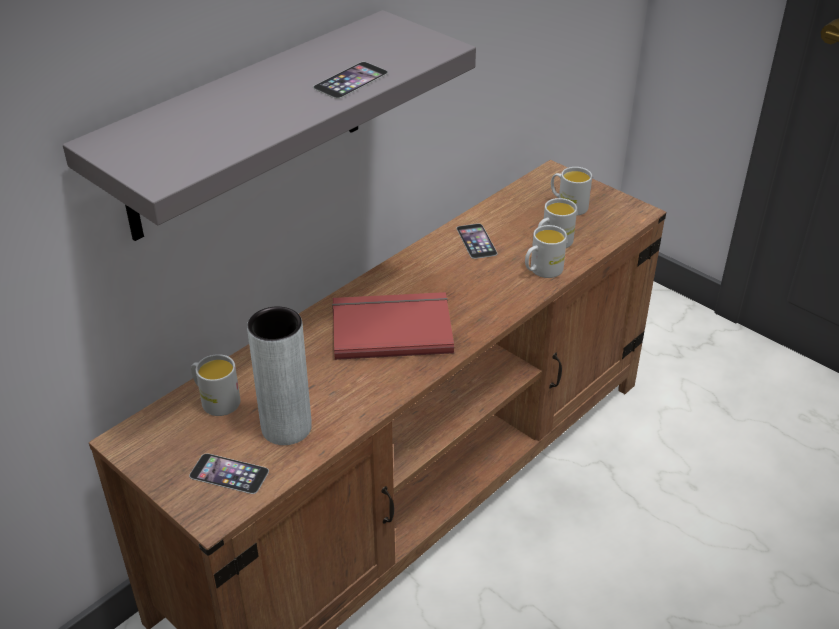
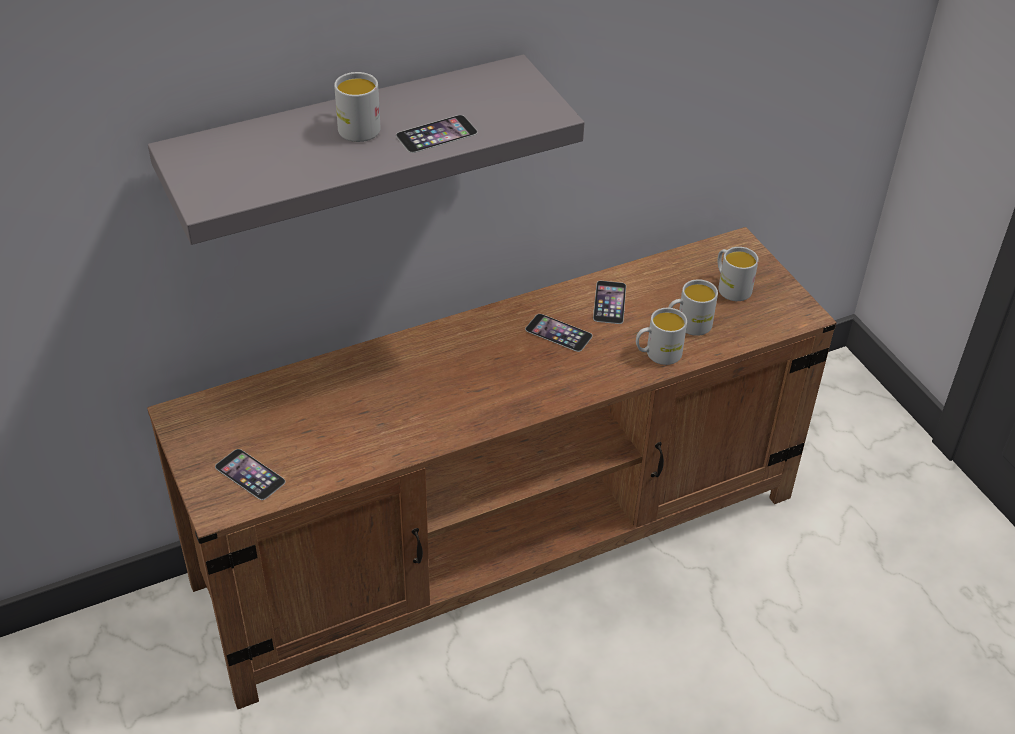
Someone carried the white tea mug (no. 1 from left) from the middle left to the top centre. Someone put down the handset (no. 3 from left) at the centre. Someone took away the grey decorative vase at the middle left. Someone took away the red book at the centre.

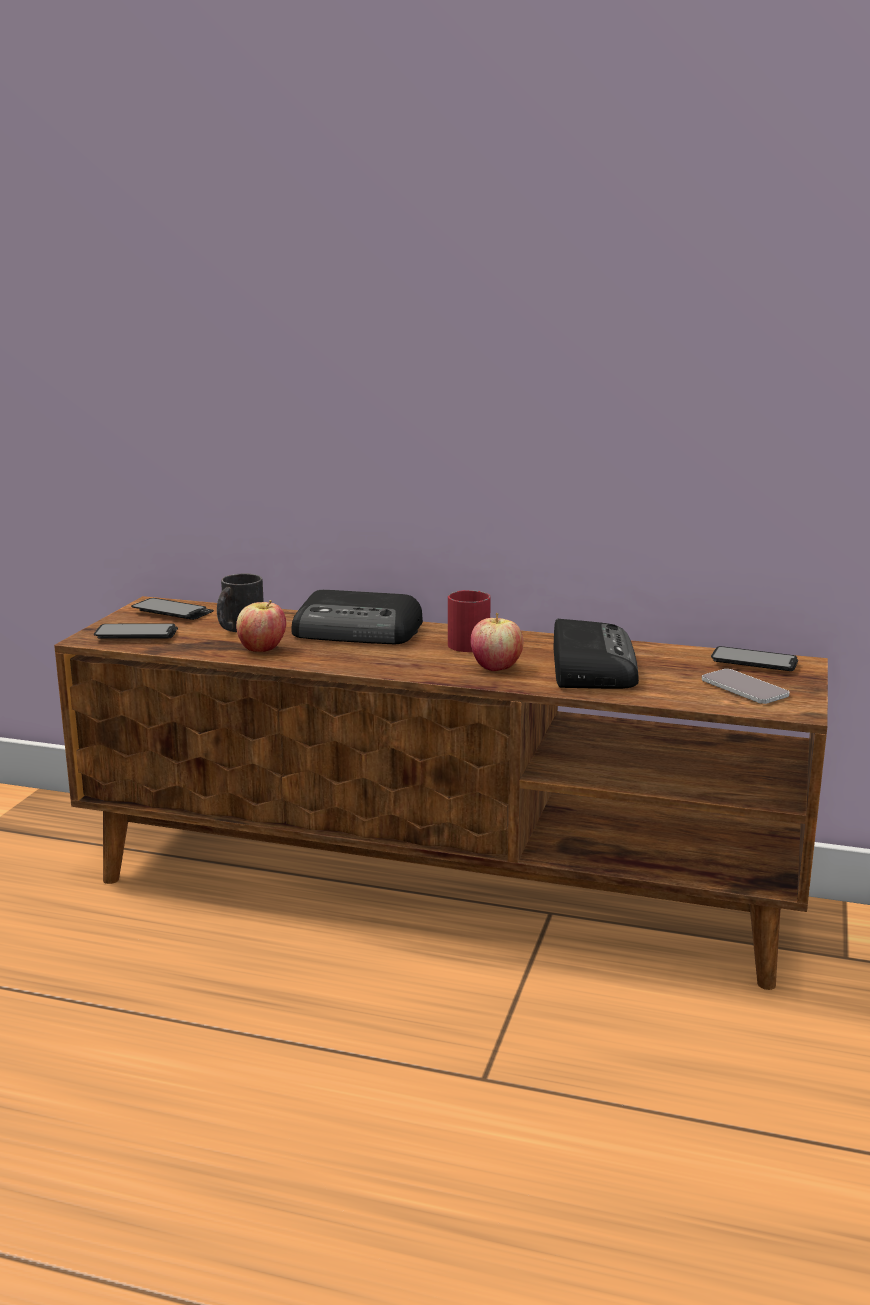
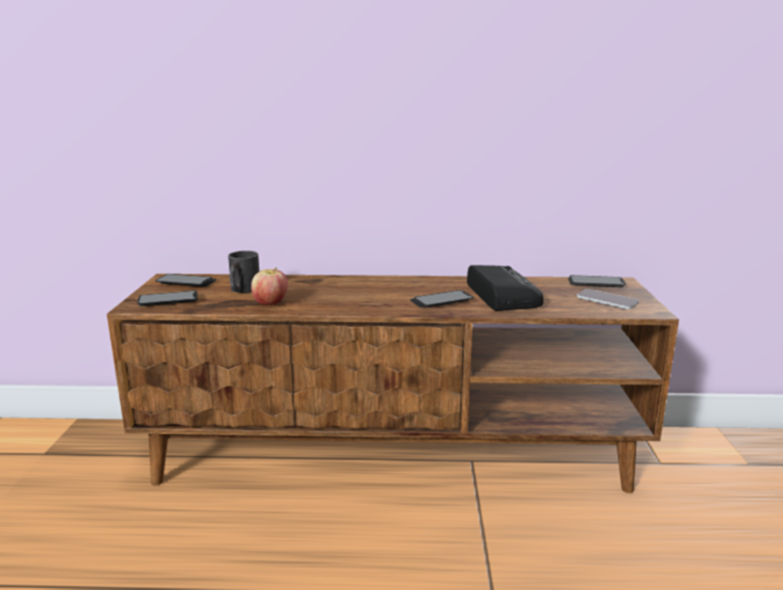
Someone swapped the apple fruit (no. 2 from left) at the centre for the handset (no. 3 from left) at the centre. Someone took away the radio (no. 1 from left) at the centre. Someone took away the red tea mug at the centre.

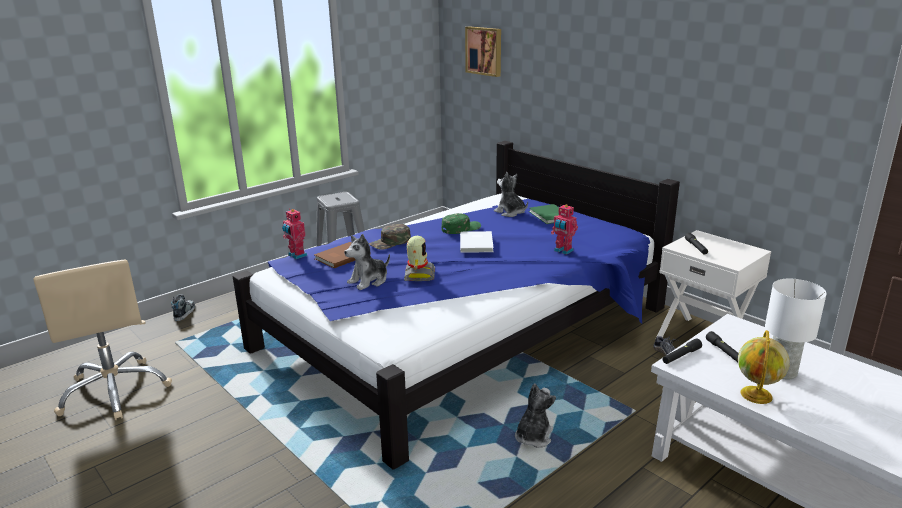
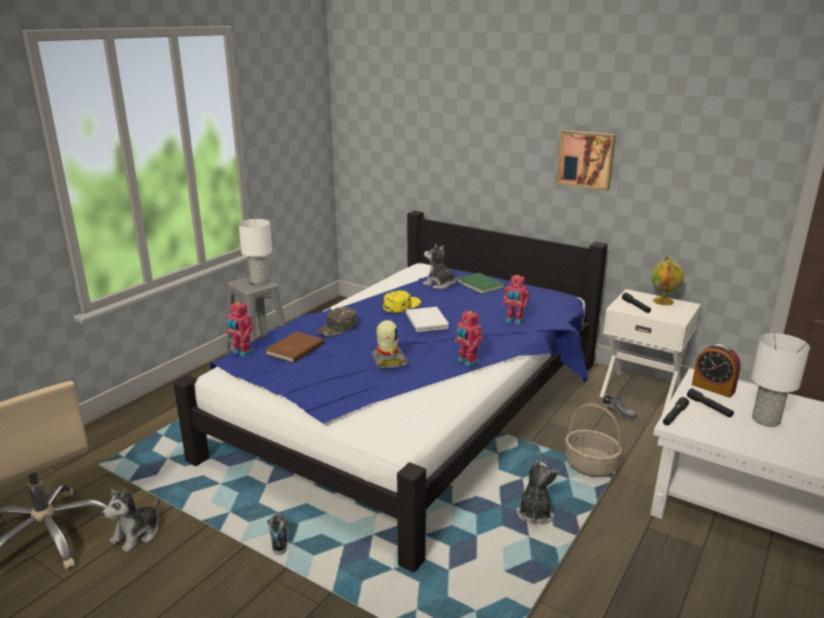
Someone carried the soft toy (no. 1 from left) from the centre to the bottom left. Someone put down the white tabletop lamp (no. 1 from left) at the middle left. Someone carried the low shoe (no. 1 from left) from the middle left to the bottom centre. Someone repainted the greenish baseball cap (no. 2 from left) at the centre, which became the yellow-coloured baseball cap at the centre. Someone put down the model robot (no. 3 from left) at the centre. Someone carried the wall art from the top centre to the top right. Someone put down the household basket at the bottom right. Someone carried the world globe from the bottom right to the middle right. Someone put down the alarm clock at the middle right.

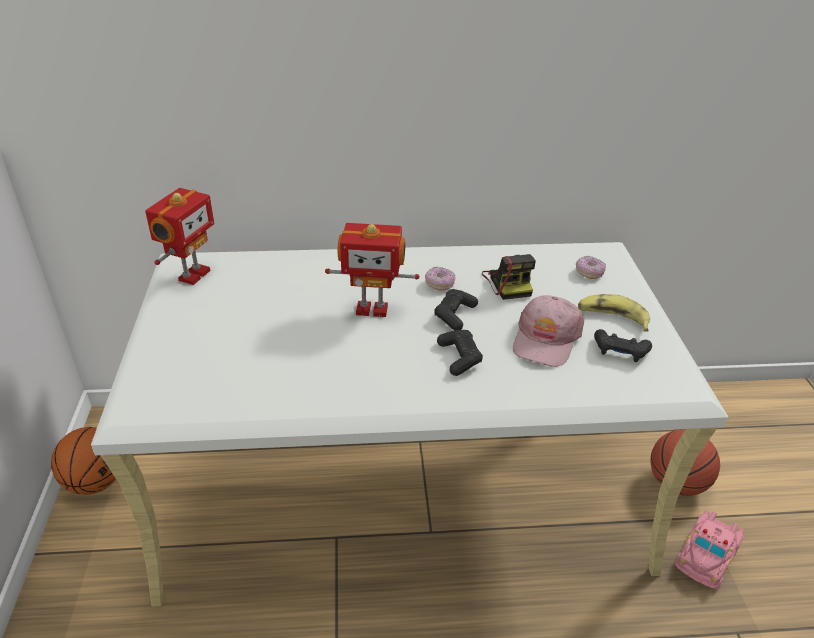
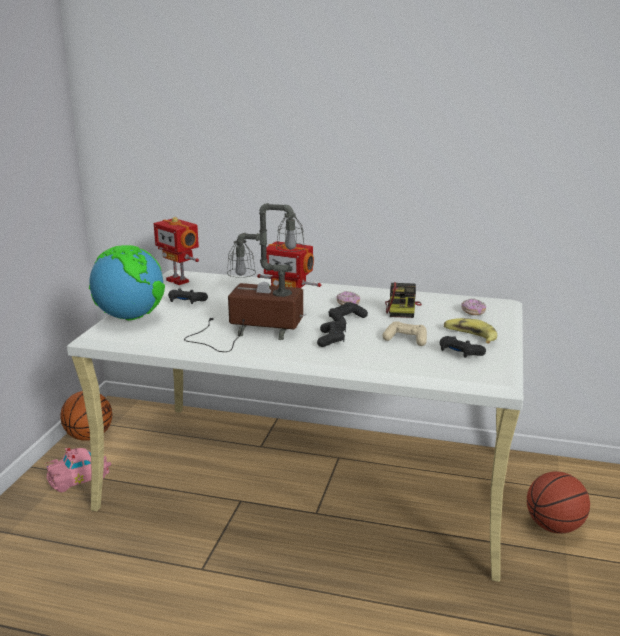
Someone carried the pinkish model car from the bottom right to the bottom left. Someone put down the world globe at the middle left. Someone rotated the model robot (no. 1 from left) at the middle left by 90 degrees clockwise. Someone put down the black game controller (no. 1 from left) at the middle left. Someone put down the tabletop lamp at the centre. Someone swapped the pinkish baseball cap at the middle right for the beige-coloured game controller at the centre.

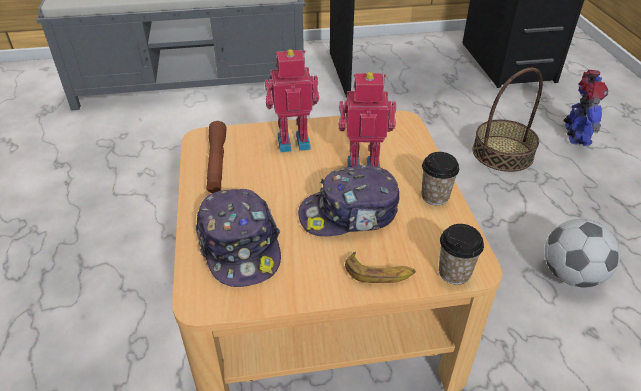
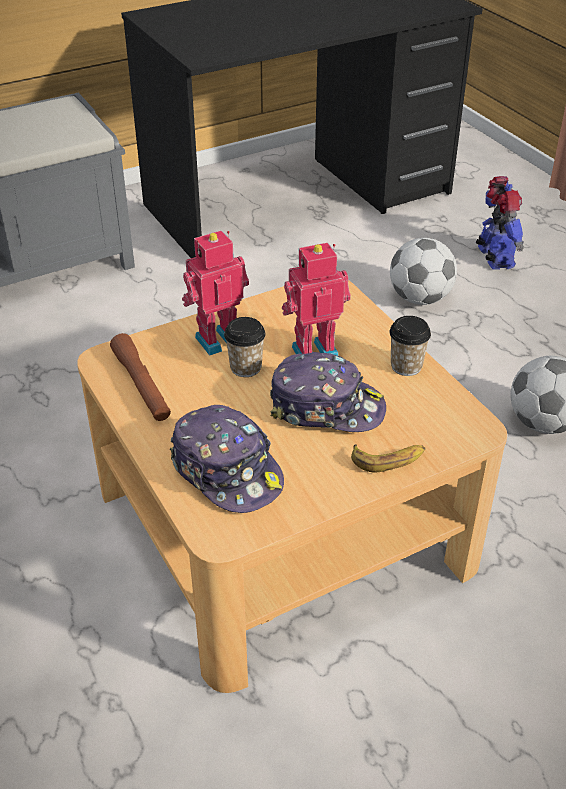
Someone carried the small cup (no. 2 from left in the first image) from the middle right to the centre. Someone rotated the baseball cap (no. 2 from left) at the centre by 135 degrees counterclockwise. Someone swapped the household basket at the top right for the ball for football (no. 1 from left) at the middle right.

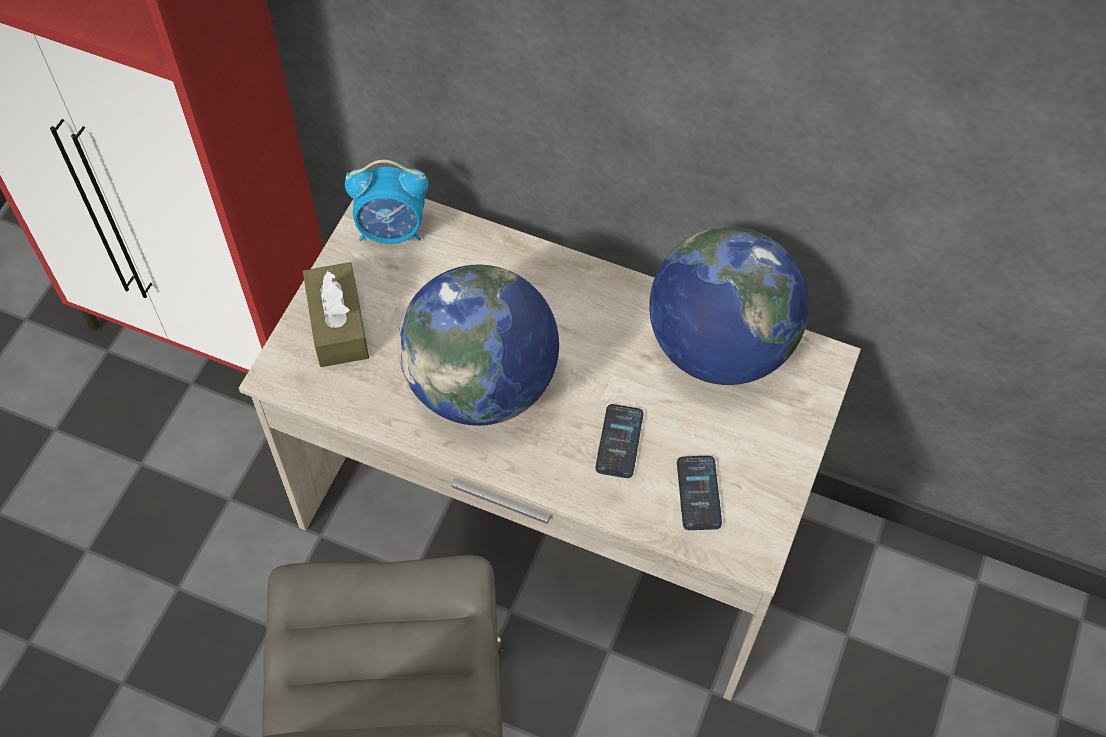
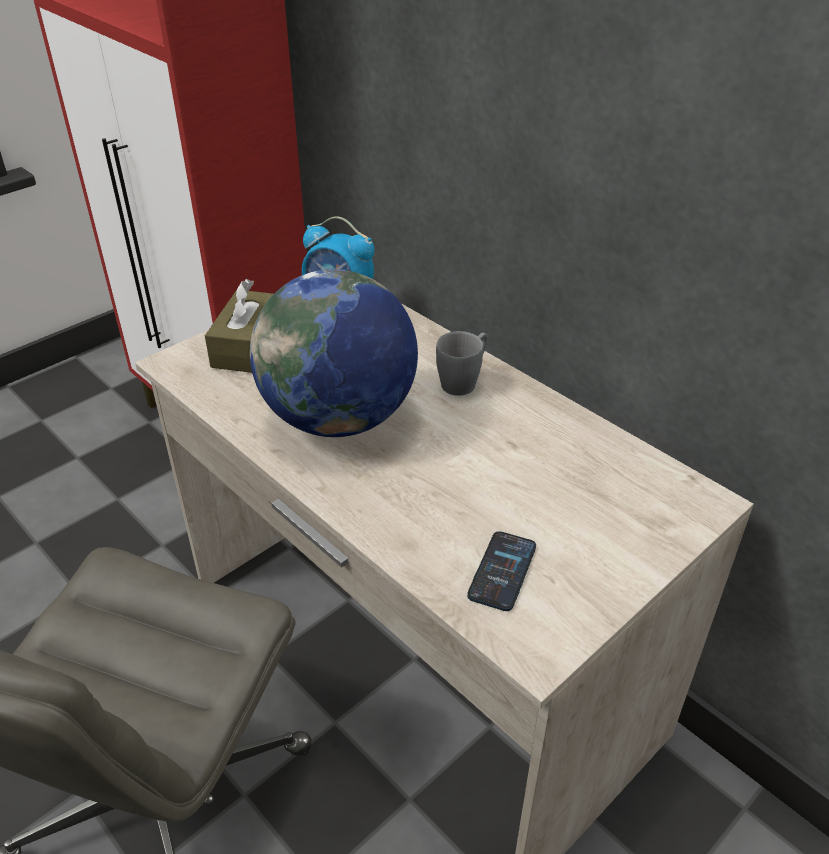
Someone put down the grey tea mug at the centre. Someone took away the handset (no. 1 from left) at the centre. Someone took away the world globe (no. 2 from left) at the centre.

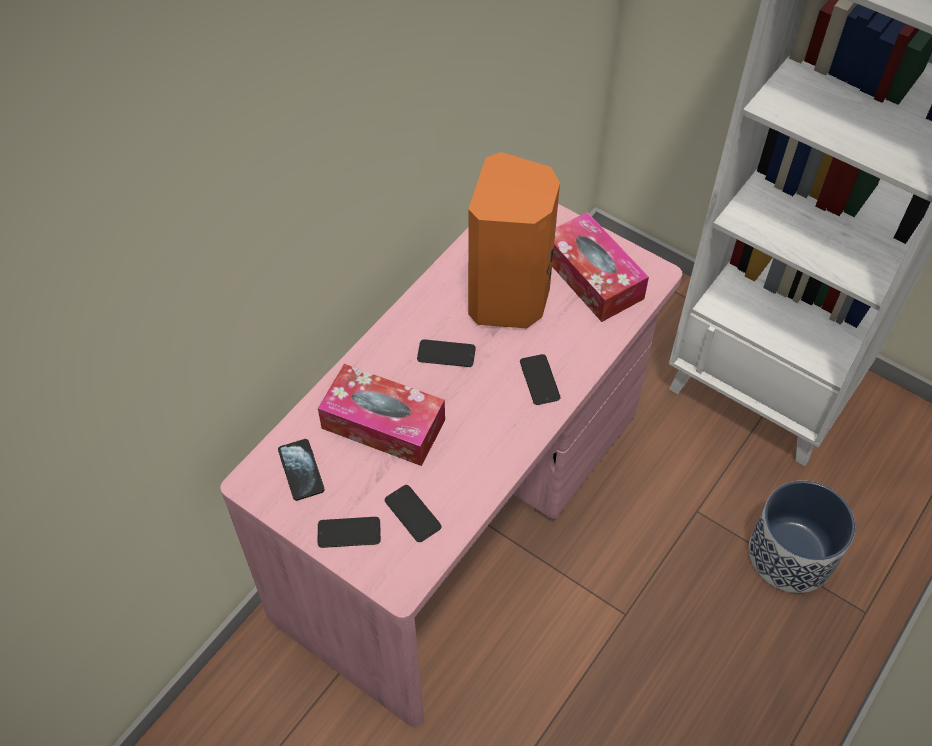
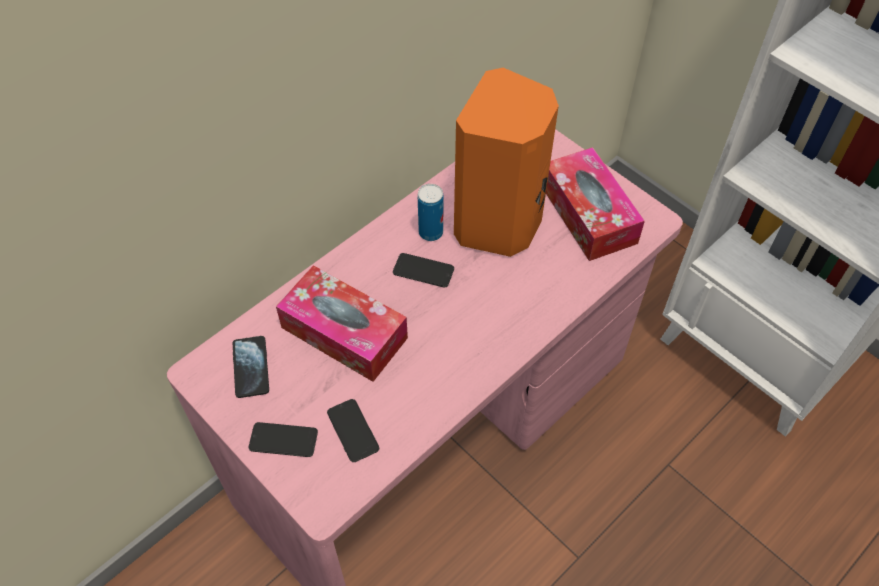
Someone put down the metal can at the centre. Someone took away the handset (no. 5 from left) at the centre. Someone took away the flower pot at the bottom right.

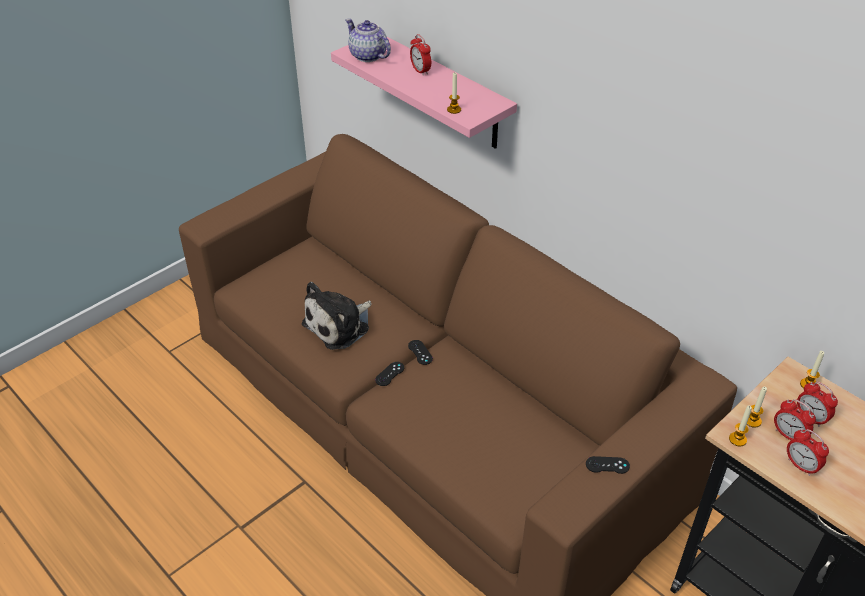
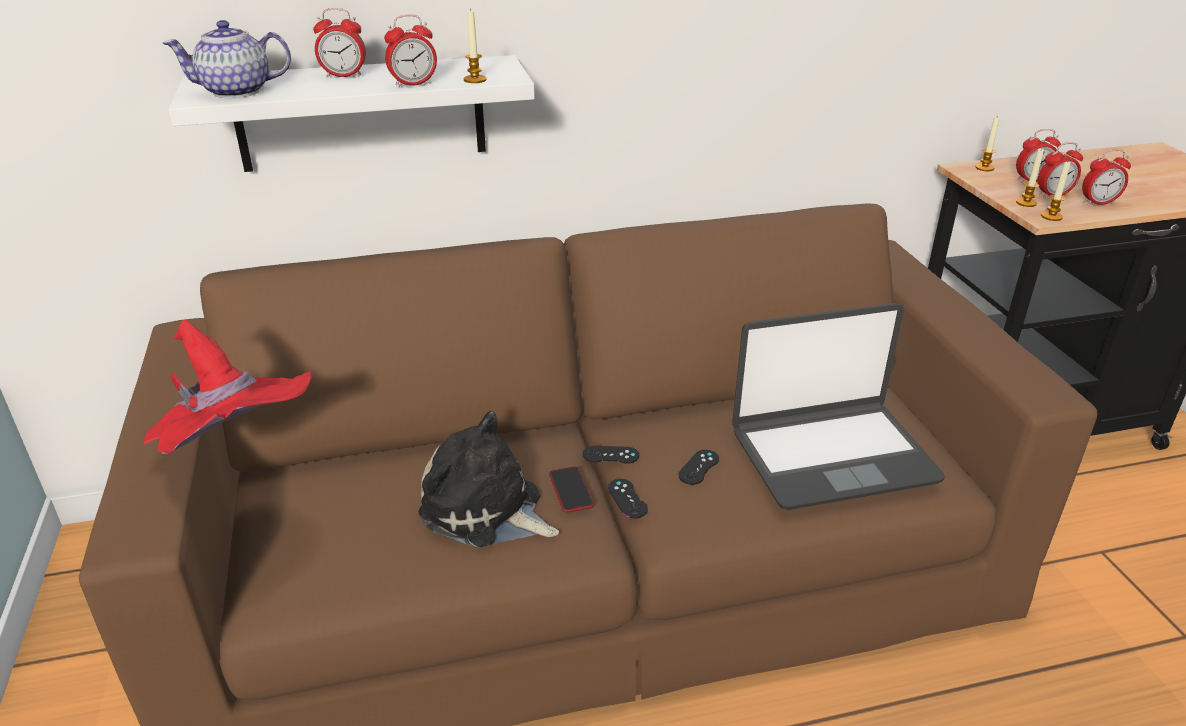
Someone put down the red wearable hat at the middle left. Someone repainted the pinkish shelf at the top centre, which became the white shelf at the top left. Someone put down the alarm clock (no. 2 from left) at the top centre. Someone rotated the soft toy at the centre by 135 degrees clockwise. Someone put down the handset at the bottom centre. Someone carried the black game controller (no. 3 from left) from the bottom right to the centre. Someone put down the notebook computer at the middle right.

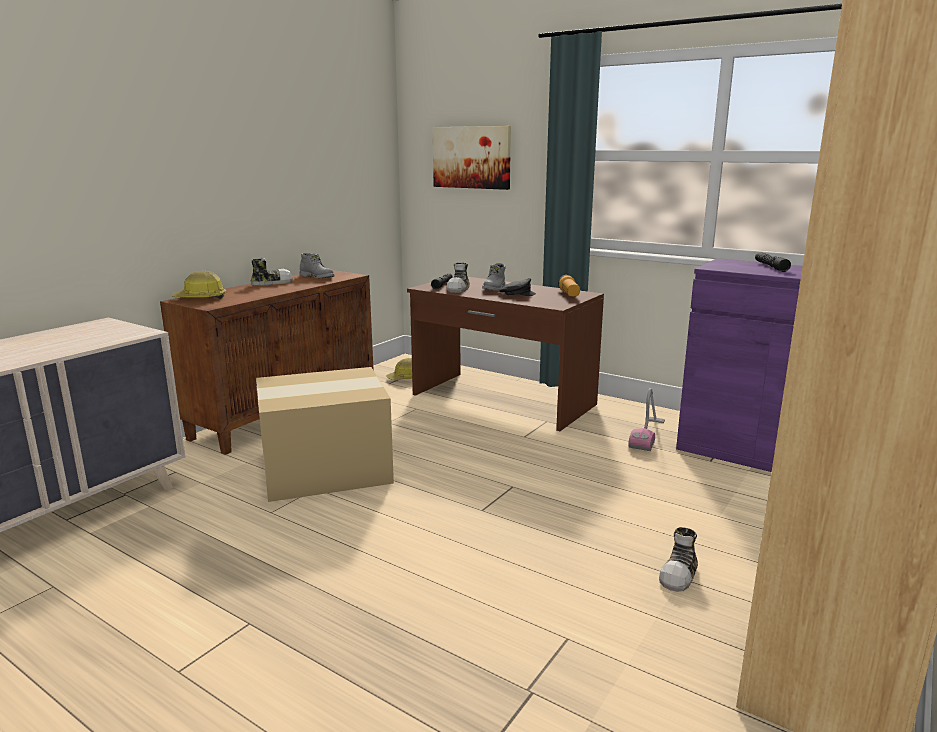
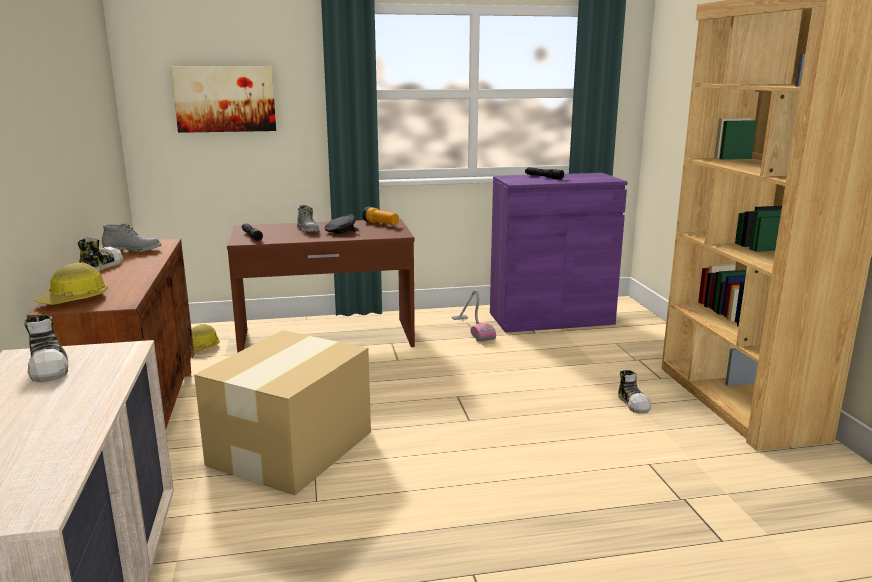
Someone carried the low shoe (no. 2 from left in the first image) from the centre to the middle left.

